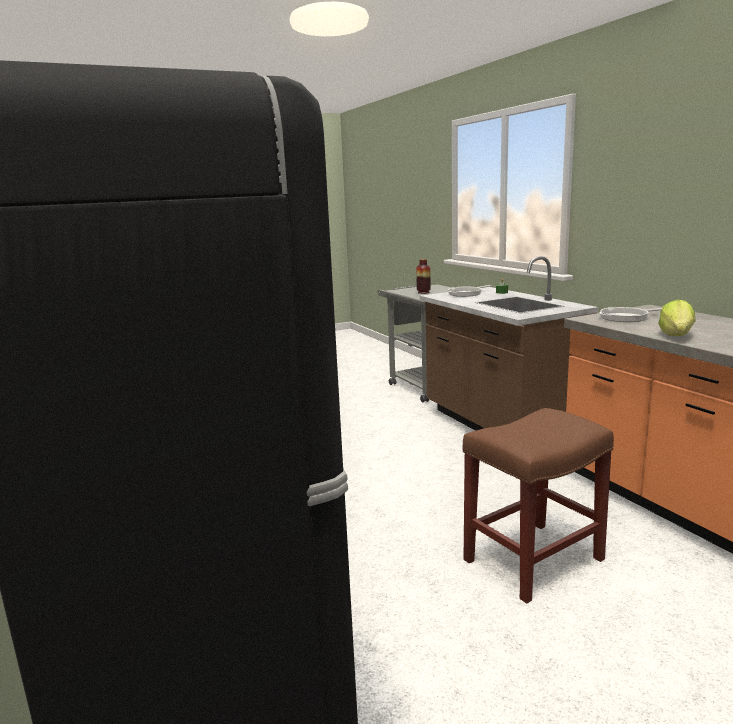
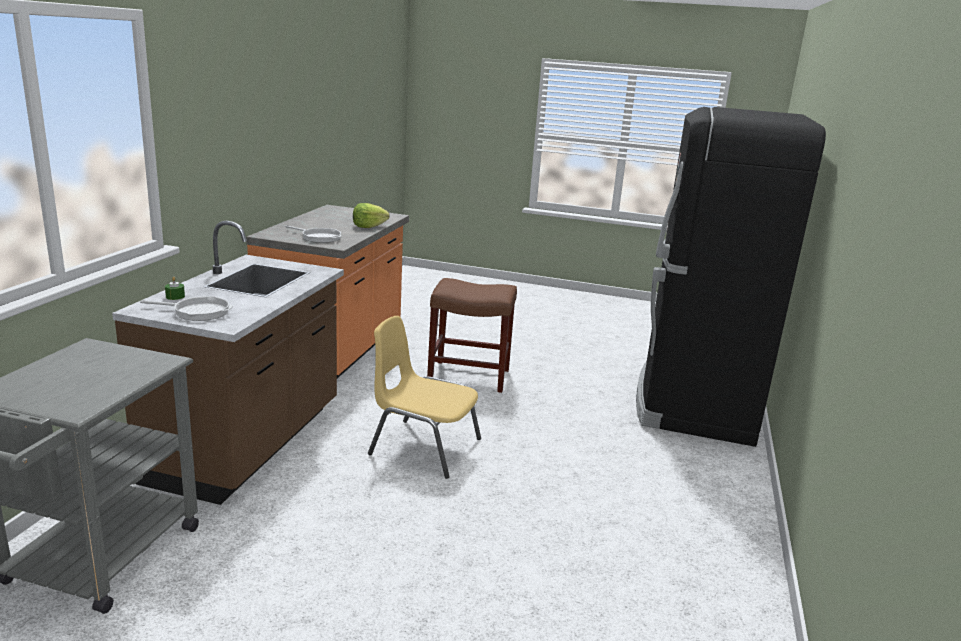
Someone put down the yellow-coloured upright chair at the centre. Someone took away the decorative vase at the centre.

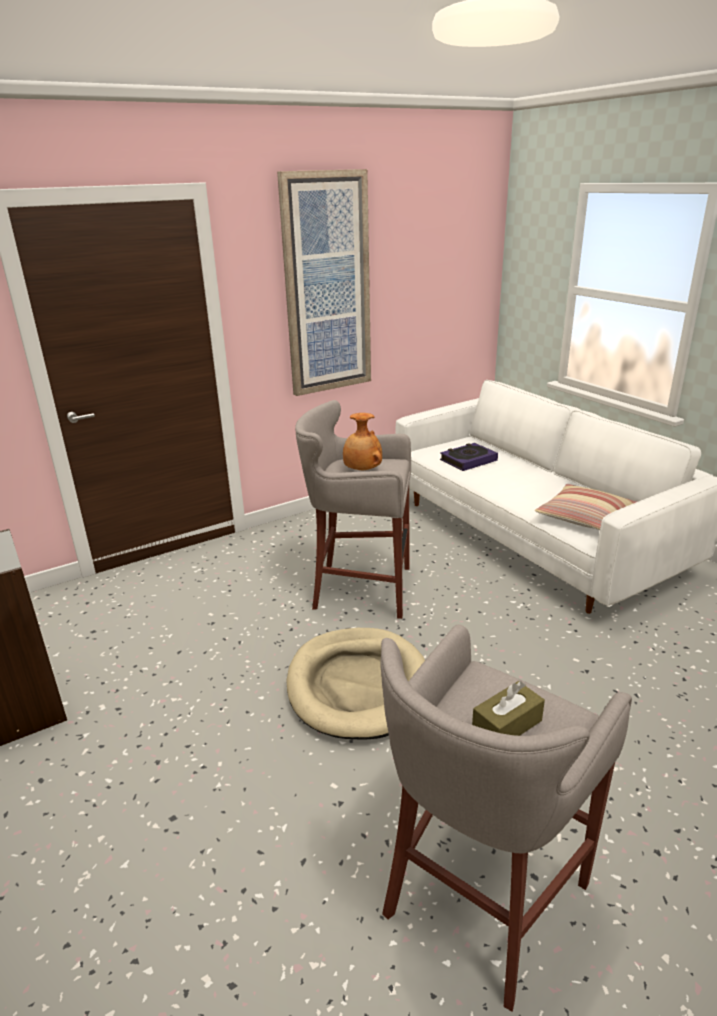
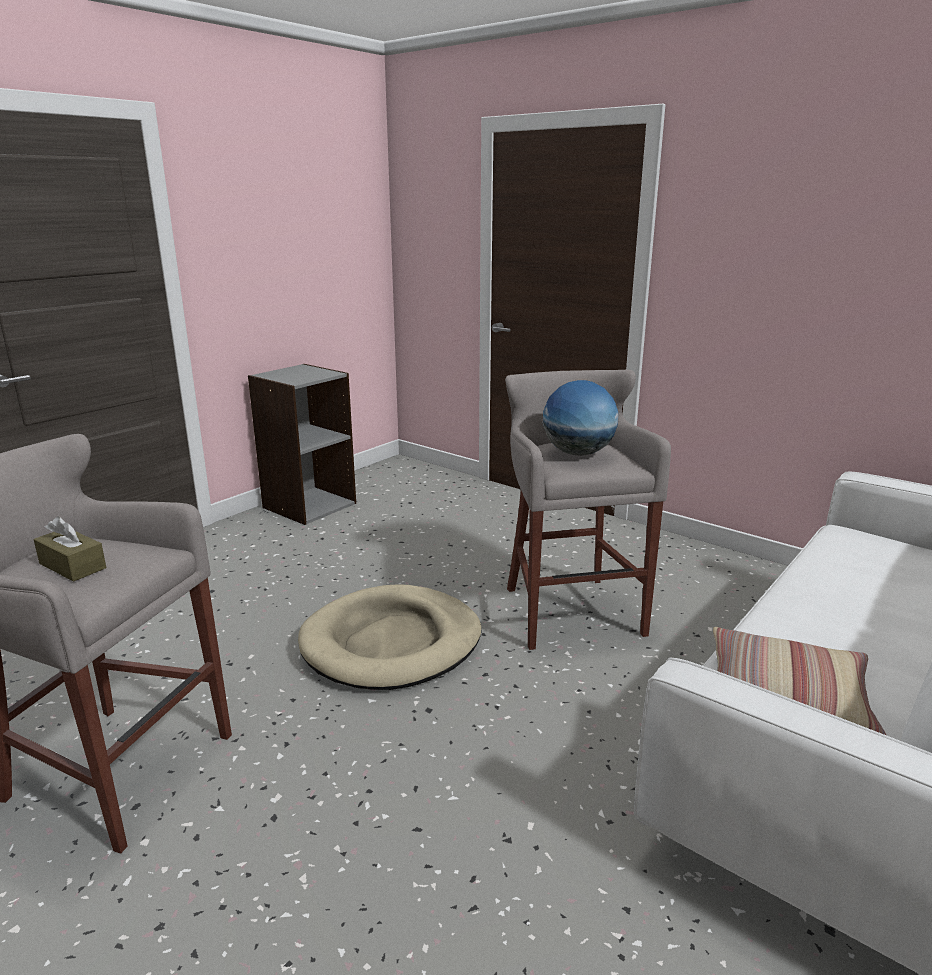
Someone swapped the brown decorative vase at the centre for the world globe at the centre. Someone took away the wall art at the top centre. Someone took away the book at the centre.

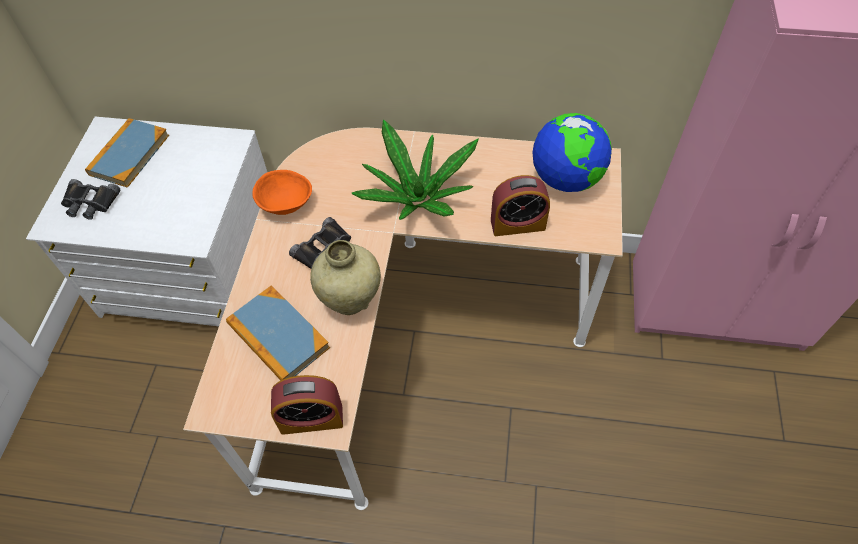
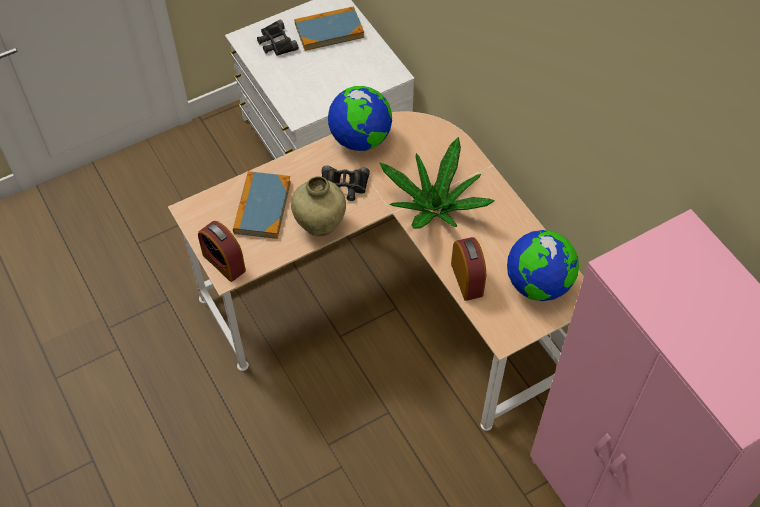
Someone swapped the orange serving bowl at the middle left for the world globe (no. 1 from left) at the top centre. Someone rotated the alarm clock (no. 2 from left) at the centre by 150 degrees counterclockwise.

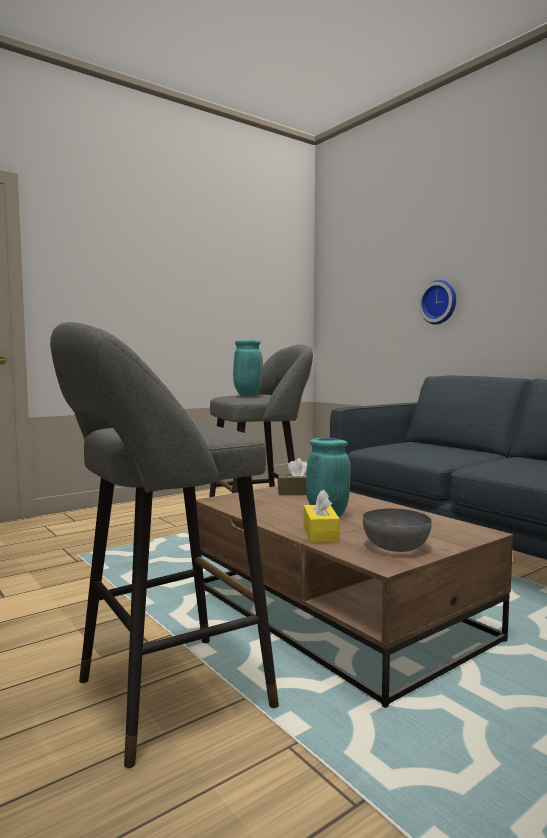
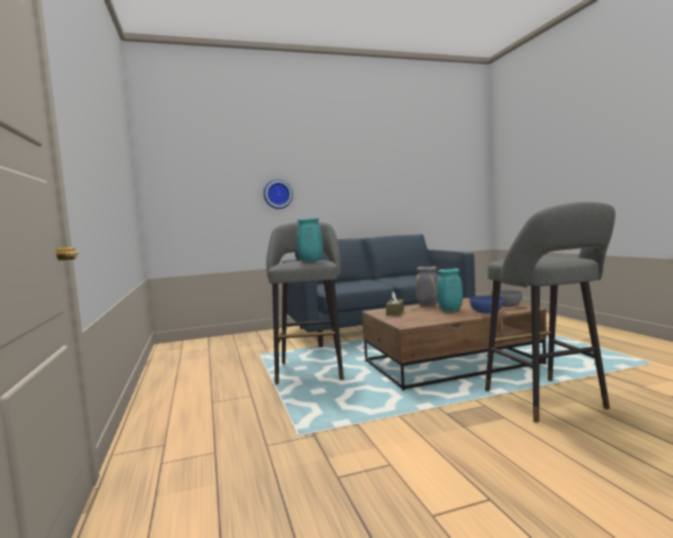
Someone put down the grey decorative vase at the centre. Someone swapped the yellow-coloured box of tissues at the centre for the bluish serving bowl at the middle right.

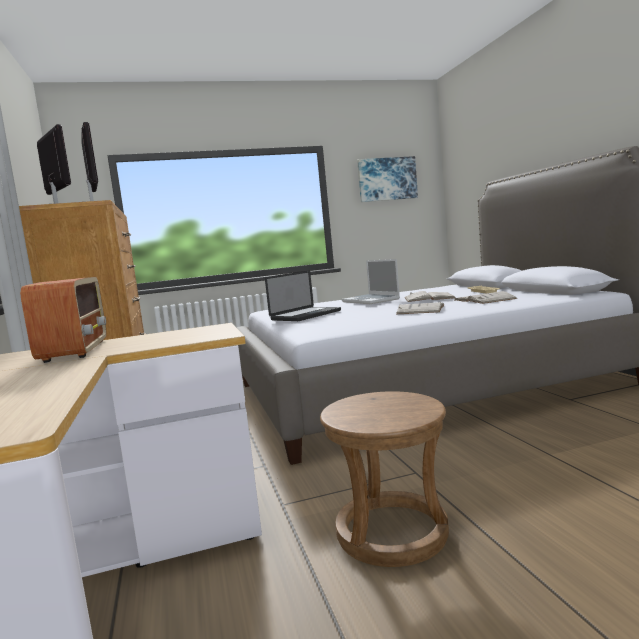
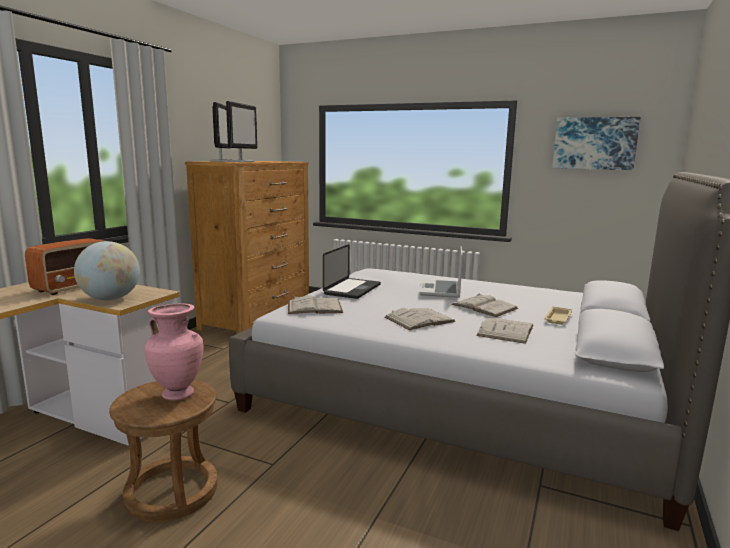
Someone put down the world globe at the middle left. Someone put down the pinkish decorative vase at the middle left. Someone put down the white book (no. 1 from left) at the centre. Someone rotated the notebook computer (no. 1 from left) at the centre by 60 degrees counterclockwise.

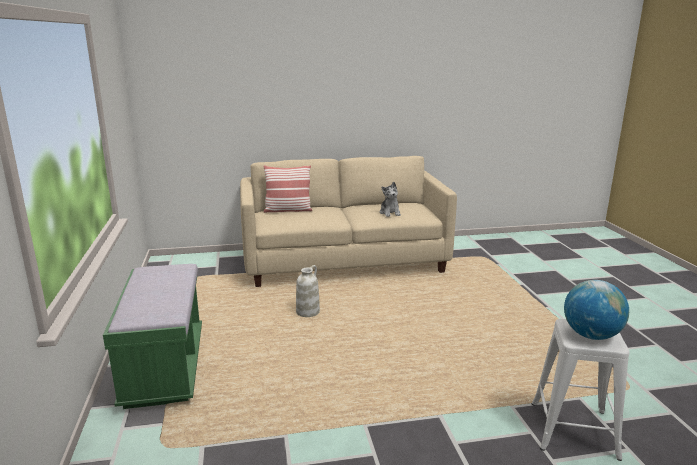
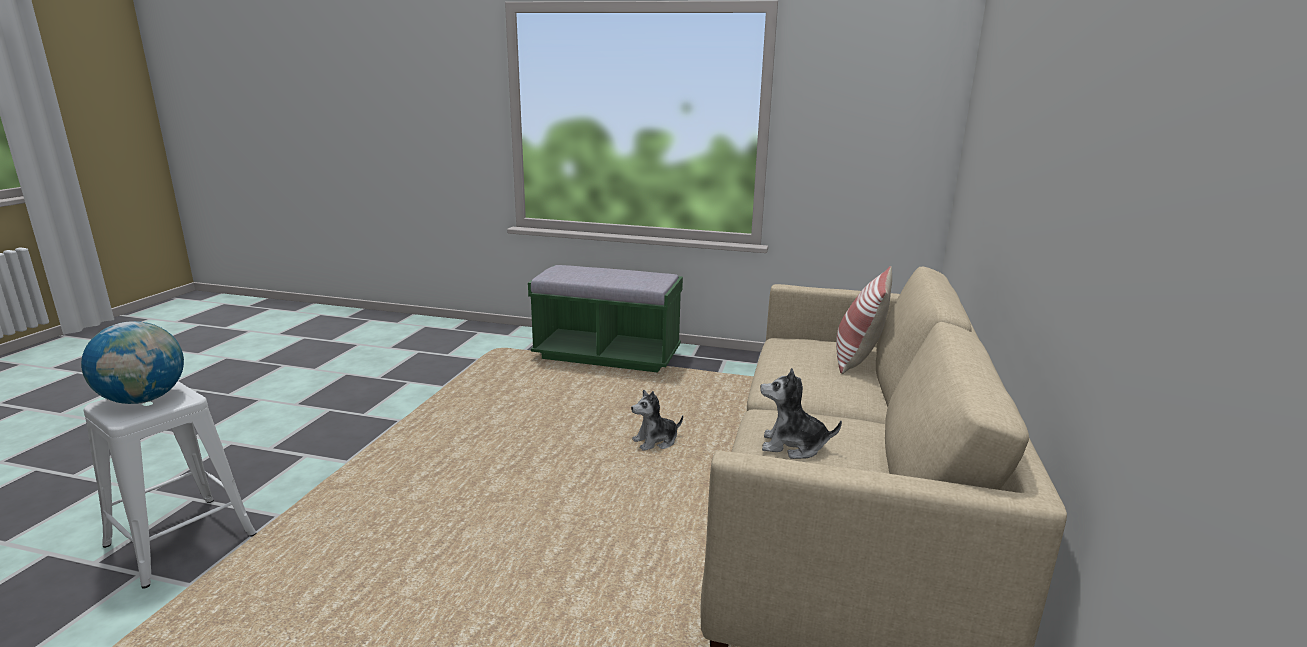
Someone swapped the white decorative vase at the centre for the soft toy (no. 1 from left) at the centre.

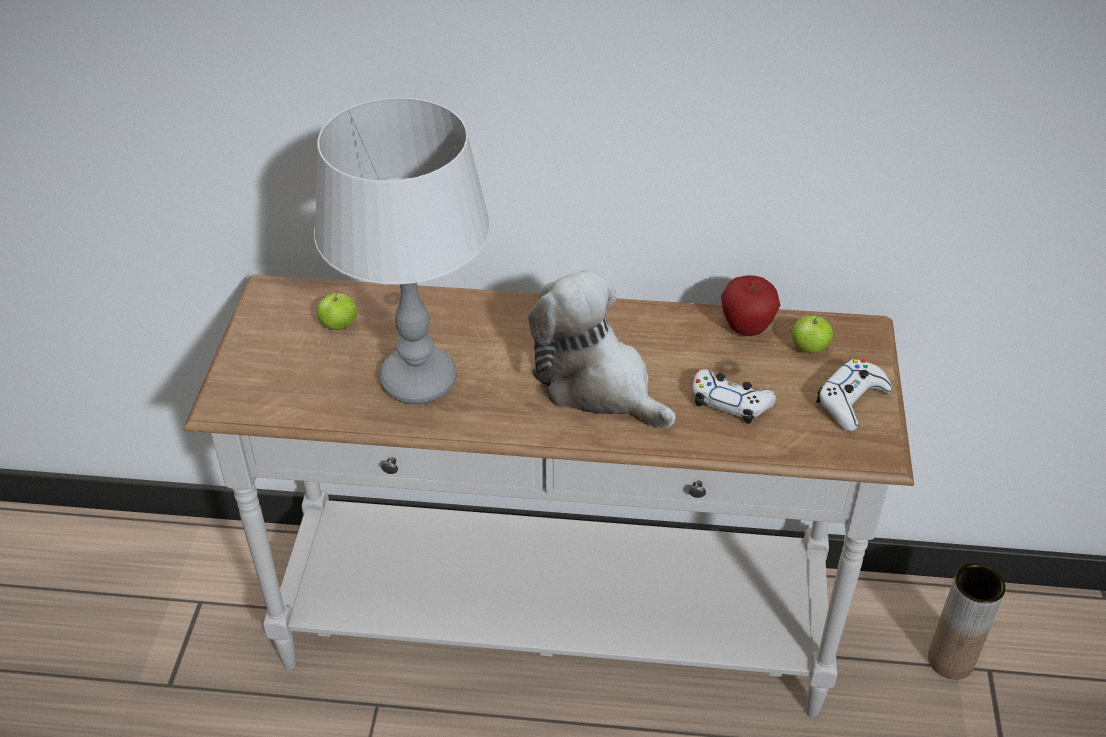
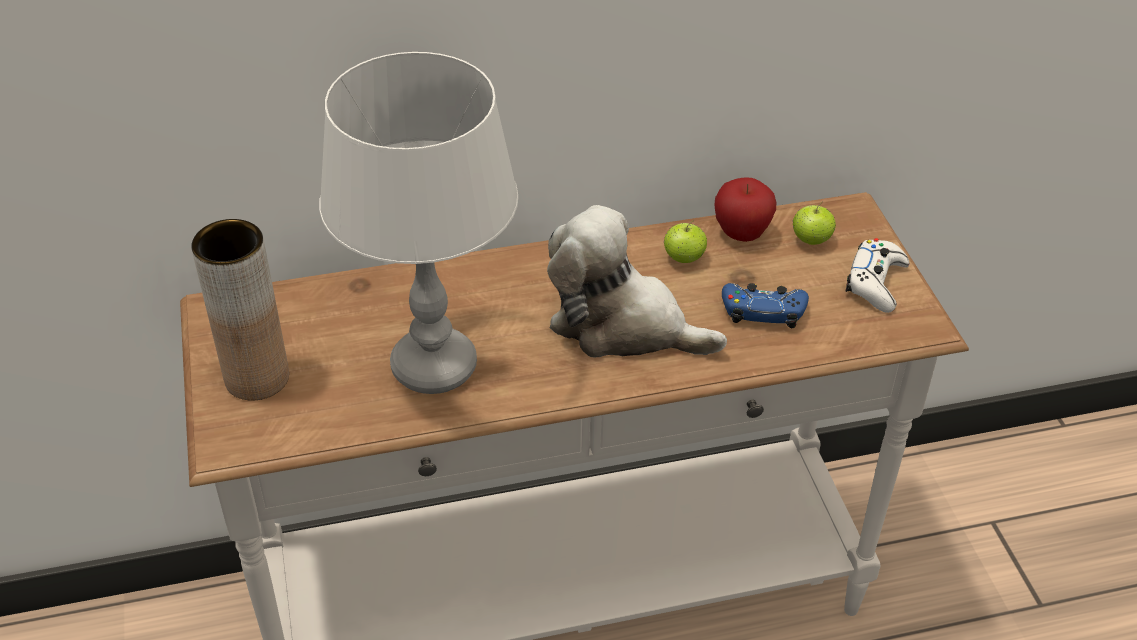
Someone carried the brown decorative vase from the bottom right to the middle left. Someone carried the apple fruit (no. 1 from left) from the middle left to the centre. Someone repainted the white game controller (no. 1 from left) at the centre, which became the bluish game controller at the middle right.

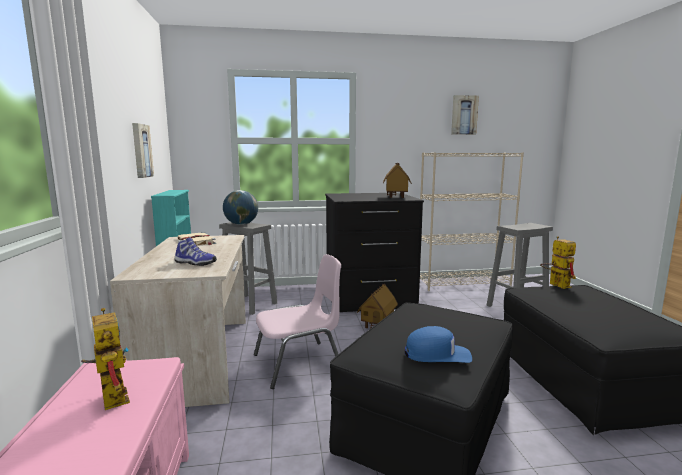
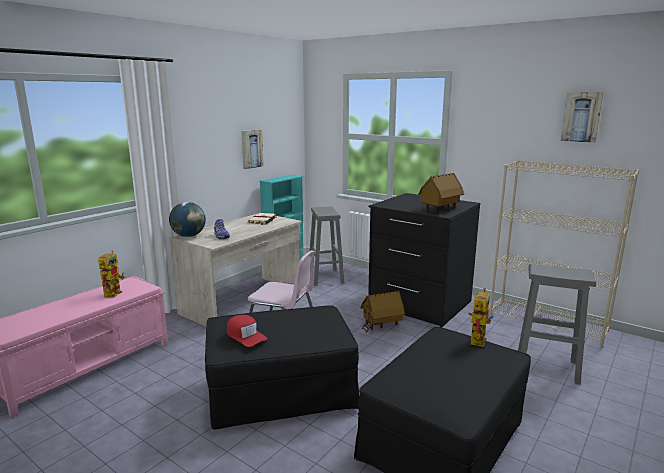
Someone carried the world globe from the centre to the middle left. Someone repainted the bluish baseball cap at the bottom centre, which became the red baseball cap at the bottom centre.

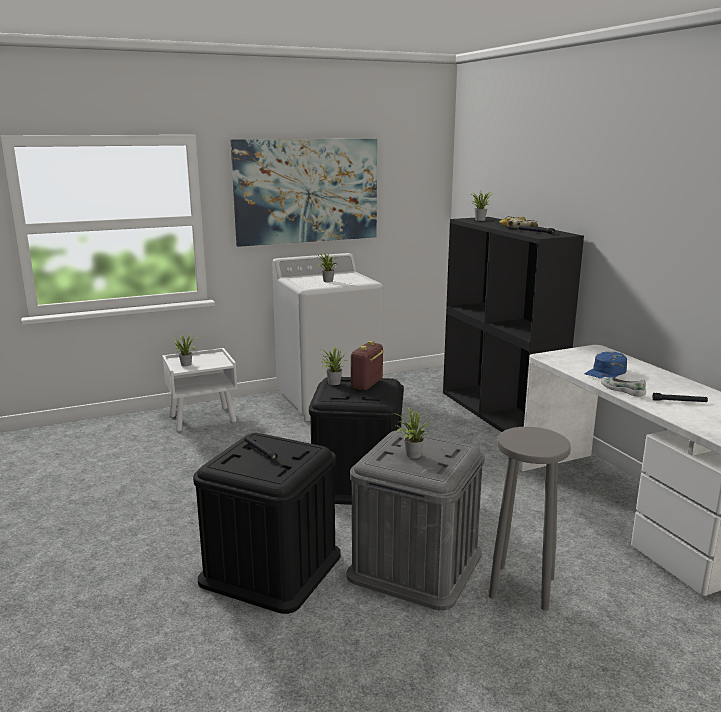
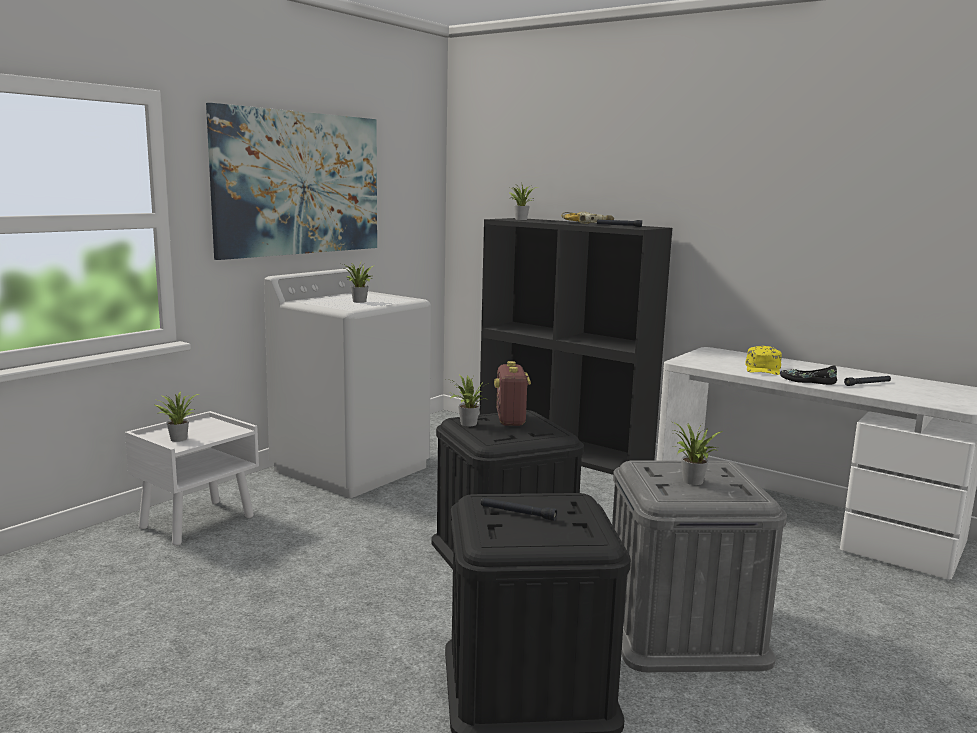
Someone repainted the bluish baseball cap at the middle right, which became the yellow-coloured baseball cap at the middle right. Someone repainted the white low shoe at the middle right, which became the black low shoe at the middle right. Someone took away the grey stool at the bottom right.

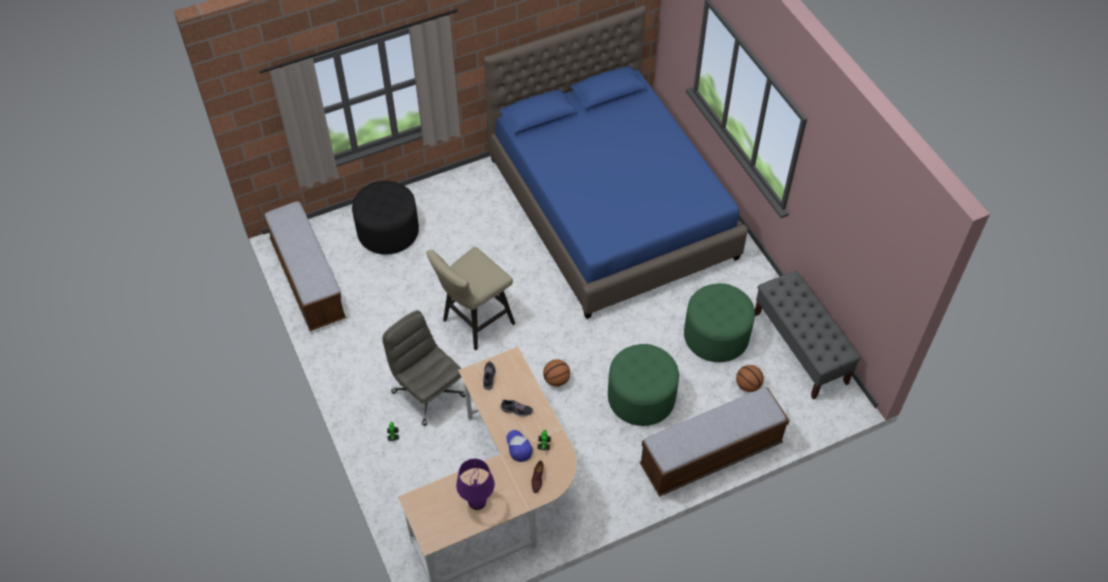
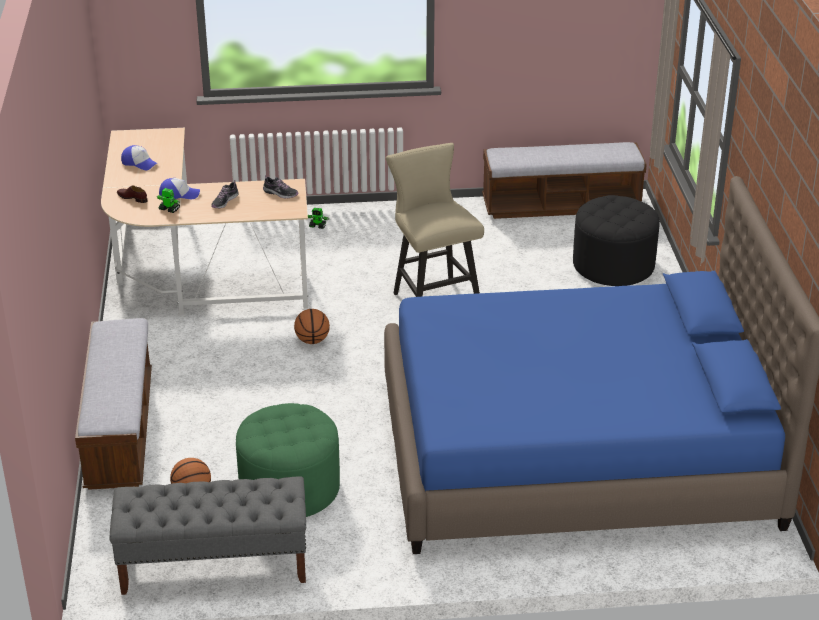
Someone swapped the purple tabletop lamp at the bottom centre for the baseball cap (no. 1 from left) at the top left. Someone took away the grey computer chair at the centre. Someone took away the greenish pouffe (no. 1 from left) at the centre.

